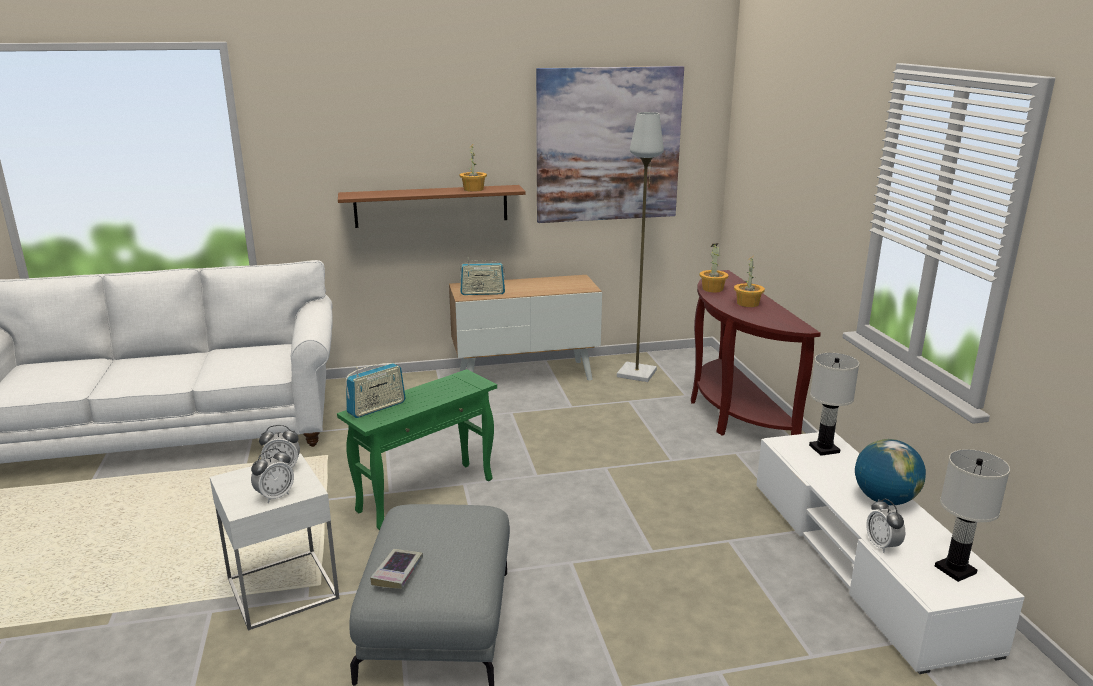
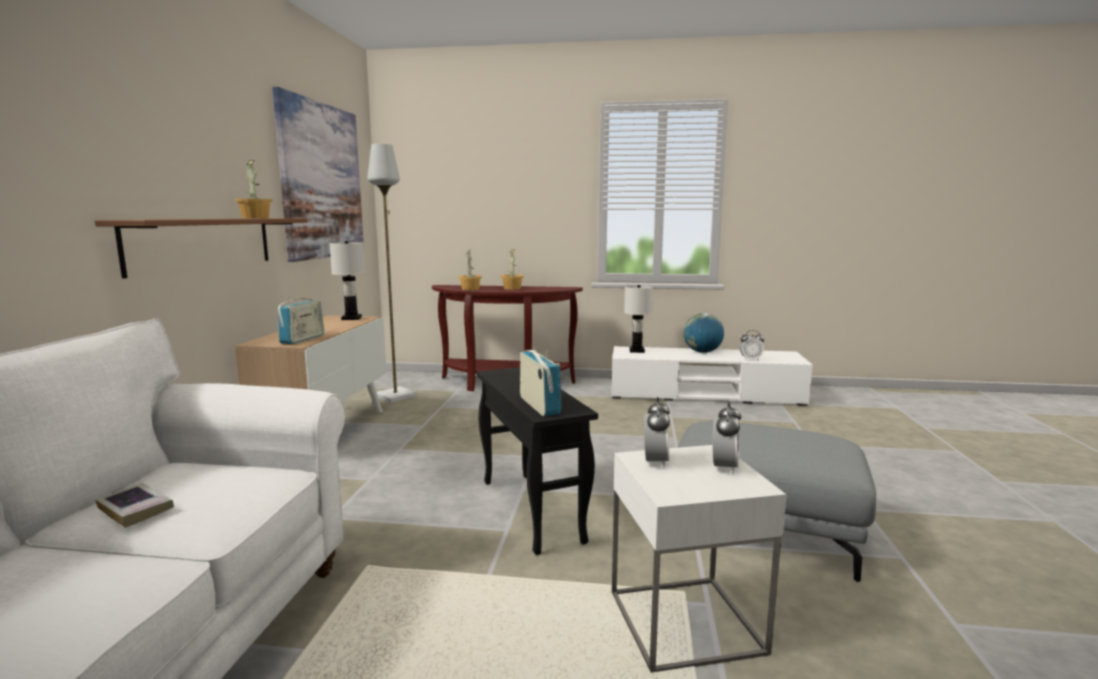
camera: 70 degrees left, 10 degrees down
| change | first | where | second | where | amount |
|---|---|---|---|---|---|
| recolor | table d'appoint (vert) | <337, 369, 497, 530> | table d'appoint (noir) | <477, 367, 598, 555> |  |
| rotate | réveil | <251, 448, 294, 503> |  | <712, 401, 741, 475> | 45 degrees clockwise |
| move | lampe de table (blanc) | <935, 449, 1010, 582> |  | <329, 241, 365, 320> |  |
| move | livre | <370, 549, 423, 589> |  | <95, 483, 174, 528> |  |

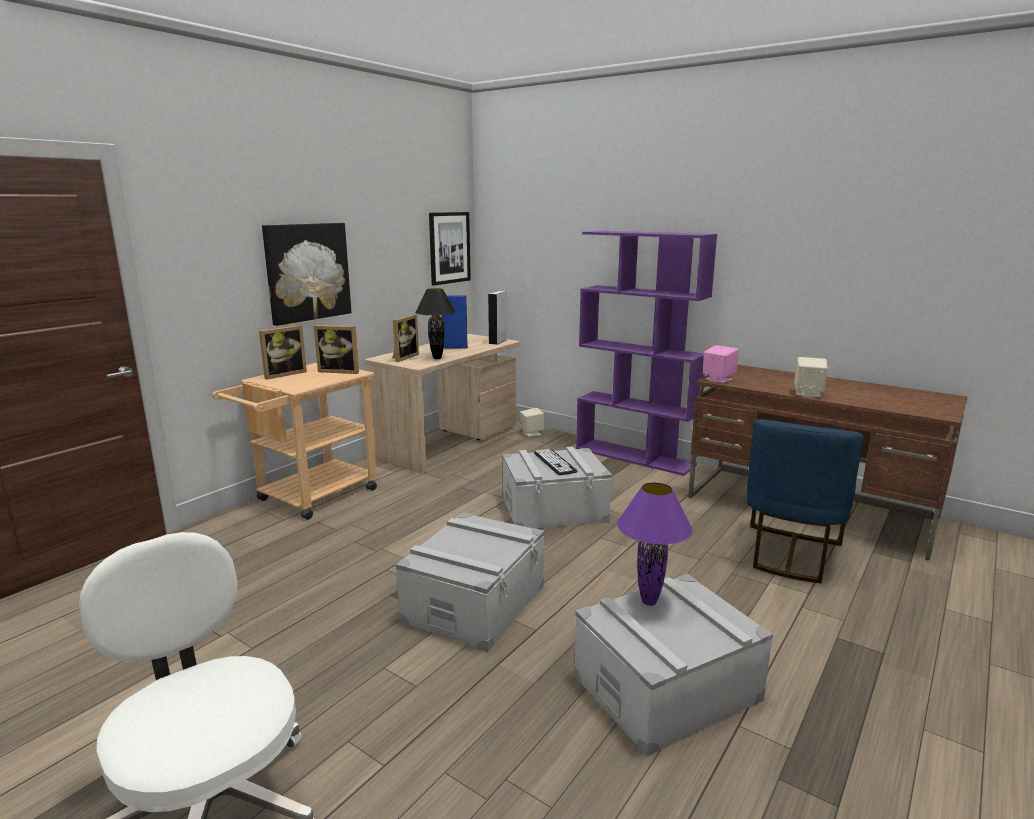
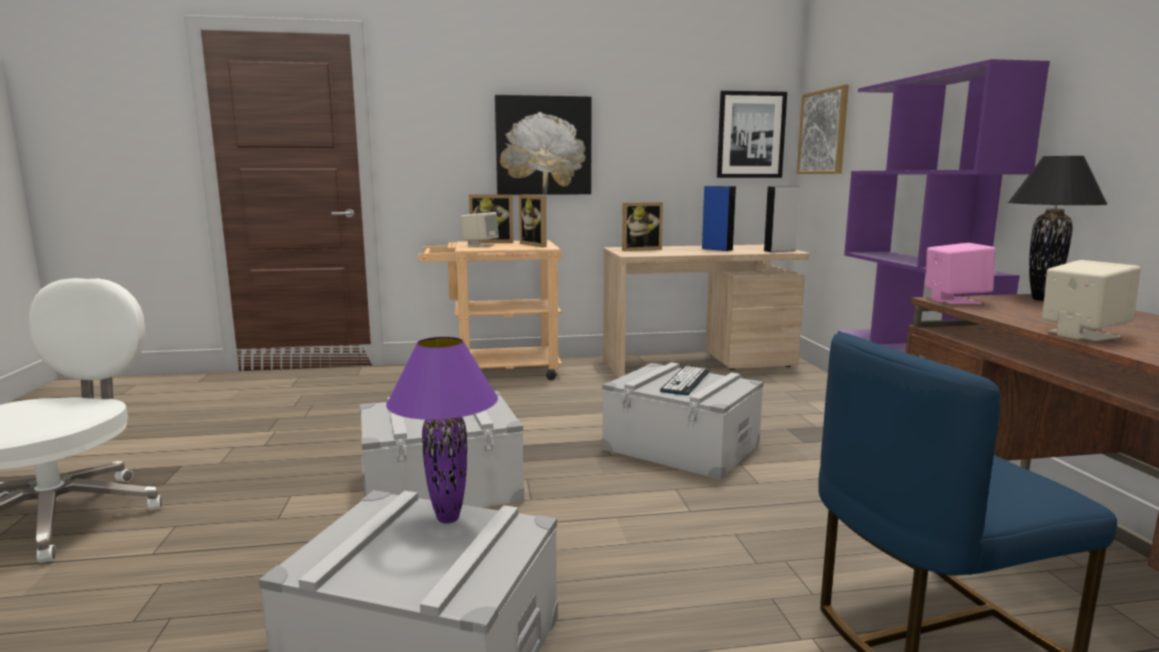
camera: 45 degrees right, 5 degrees down
| change | first | where | second | where | amount |
|---|---|---|---|---|---|
| move | lampe de table (noir) | <415, 288, 456, 359> |  | <1008, 156, 1107, 301> |  |
| move | enceinte (beige) | <520, 408, 545, 437> |  | <461, 212, 499, 247> |  |
| insert |  |  | tableau | <797, 85, 849, 174> |  |

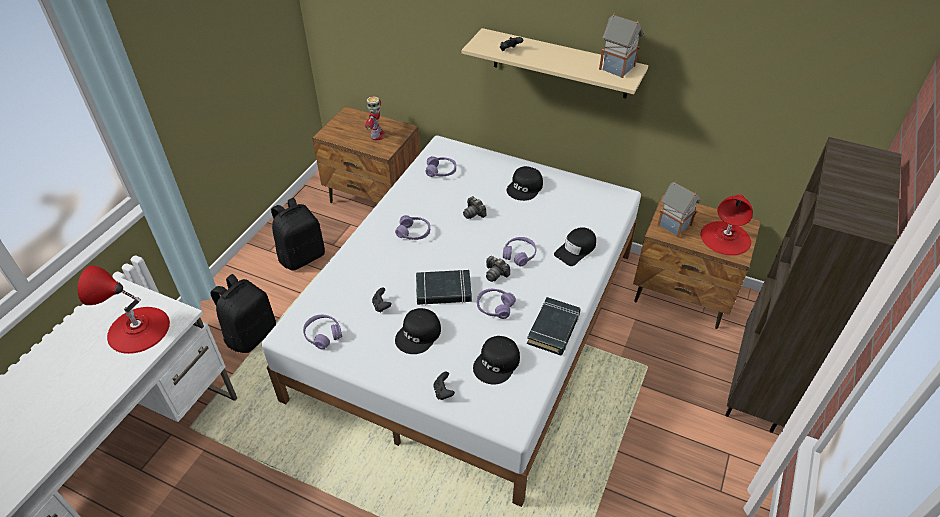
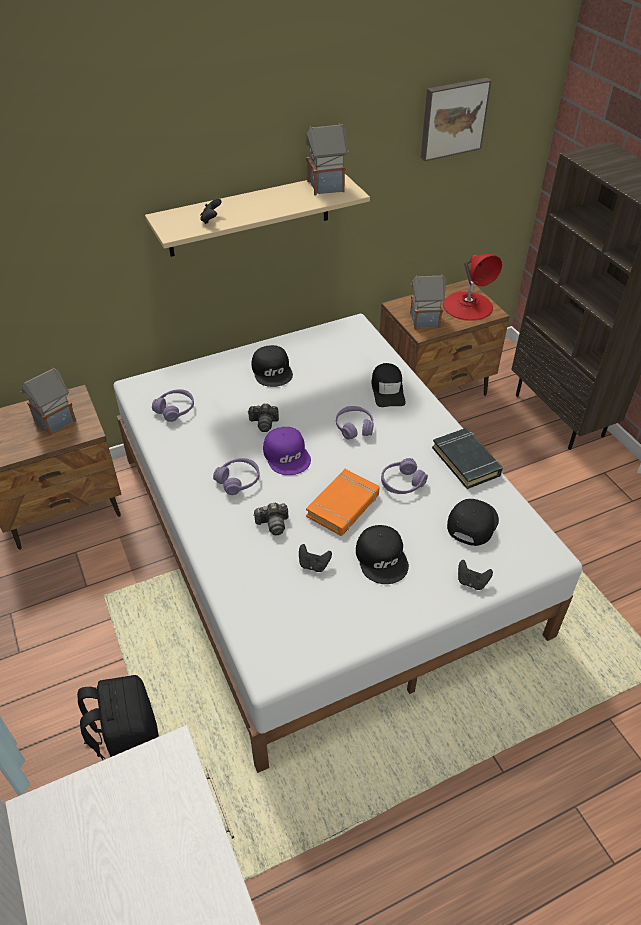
camera: 50 degrees left, 0 degrees up
| change | first | where | second | where | amount |
|---|---|---|---|---|---|
| replace | robot jouet | <365, 96, 385, 140> | maison miniature | <20, 367, 76, 435> |  |
| delete | sac à dos (noir) | <271, 198, 325, 271> |  |  |  |
| move | appareil photo | <486, 256, 510, 282> |  | <254, 503, 288, 535> |  |
| delete | lampe de table (rouge) | <77, 265, 170, 354> |  |  |  |
| recolor | livre (noir) | <416, 270, 472, 305> | livre (orange) | <306, 469, 380, 536> |  |
| delete | casque audio (violet) | <303, 315, 342, 349> |  |  |  |
| rotate | casquette (noir) | <473, 336, 520, 385> |  | <447, 499, 499, 546> | 135 degrees counterclockwise |
| insert |  |  | tableau | <421, 78, 492, 161> |  |
| insert |  |  | casquette (violet) | <263, 427, 311, 475> |  |

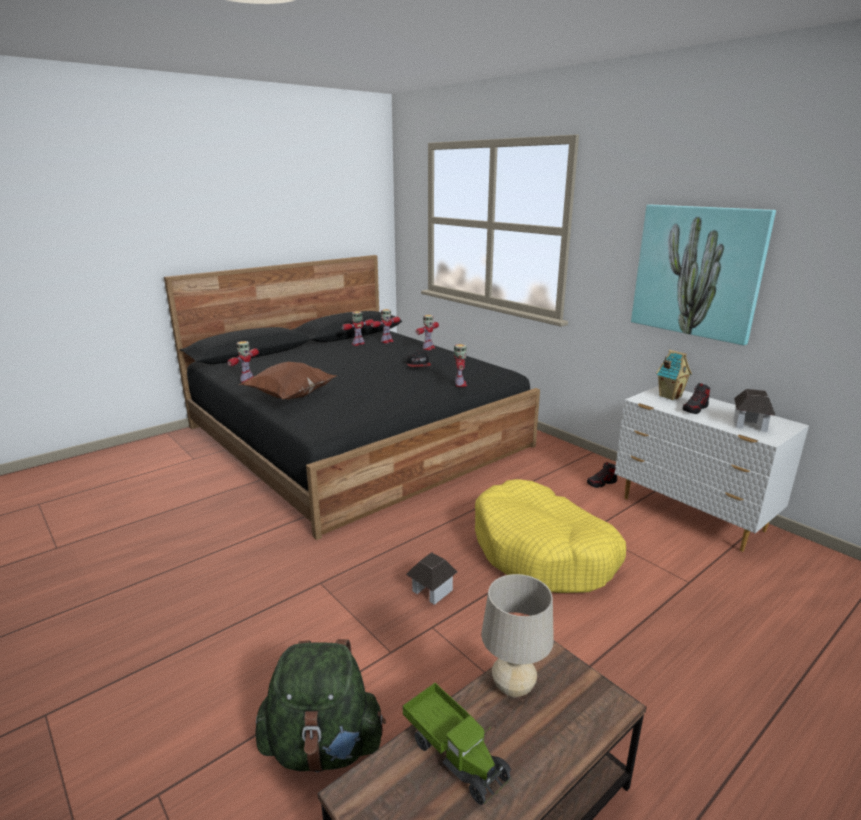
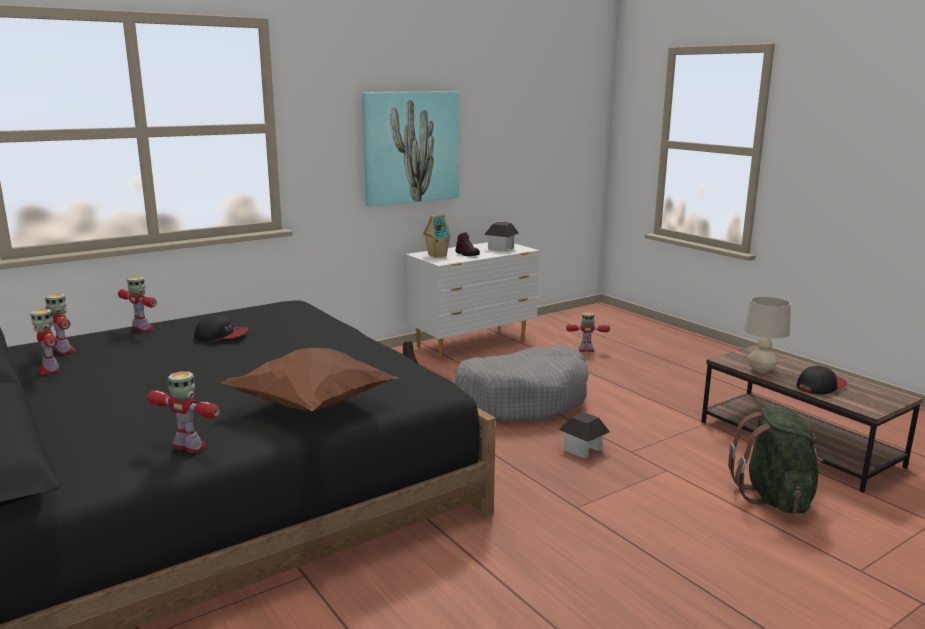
camera: 85 degrees left, 5 degrees down
| change | first | where | second | where | amount |
|---|---|---|---|---|---|
| move | robot jouet | <454, 344, 467, 387> |  | <566, 312, 610, 352> |  |
| recolor | panier pour chien (jaune) | <475, 479, 626, 593> | panier pour chien (gris) | <455, 345, 588, 421> |  |
| replace | camion jouet | <402, 683, 511, 805> | casquette | <796, 366, 847, 395> |  |

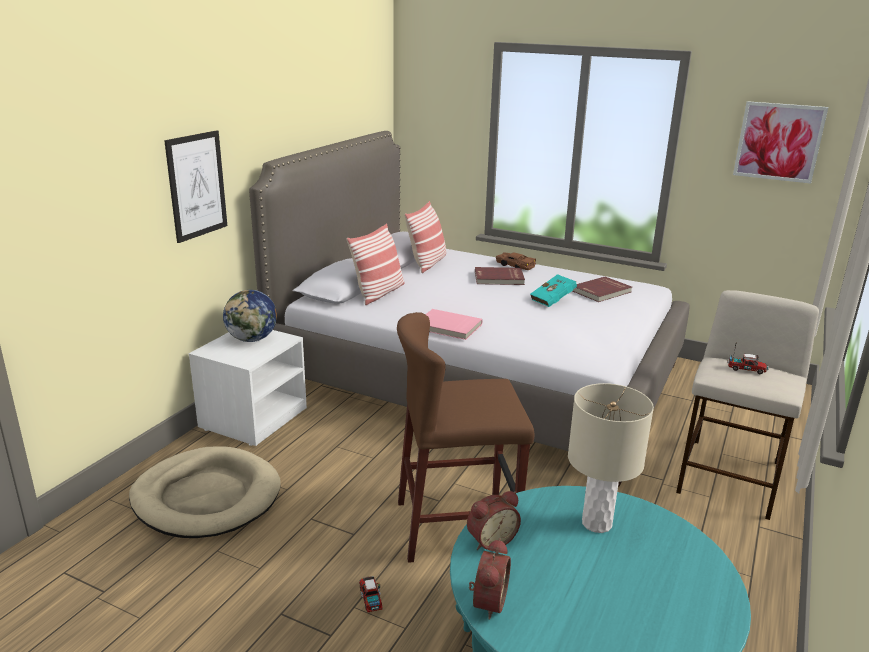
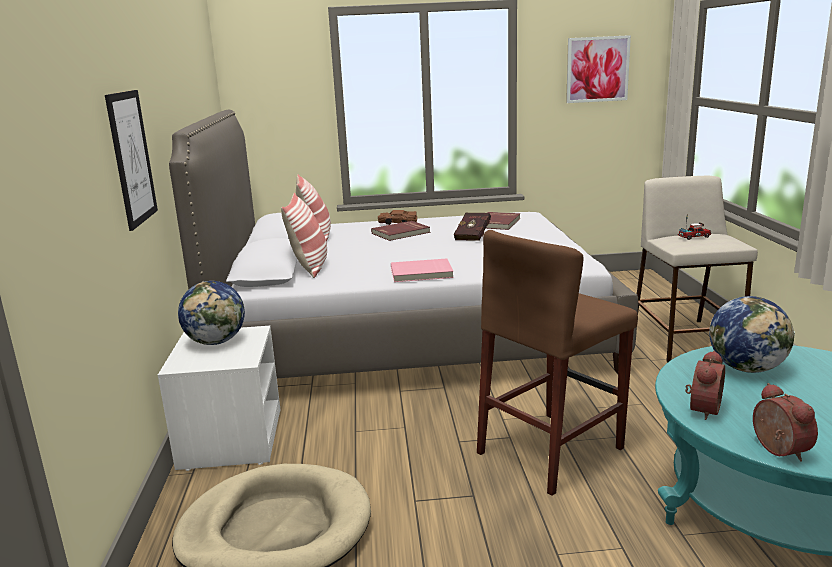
camera: 30 degrees left, 5 degrees down
| change | first | where | second | where | amount |
|---|---|---|---|---|---|
| recolor | livre (turquoise) | <530, 274, 577, 307> | livre (rouge) | <454, 213, 491, 241> |  |
| replace | lampe de table (beige) | <568, 383, 654, 533> | globe | <709, 296, 795, 373> |  |
| delete | camion jouet | <359, 576, 383, 612> |  |  |  |

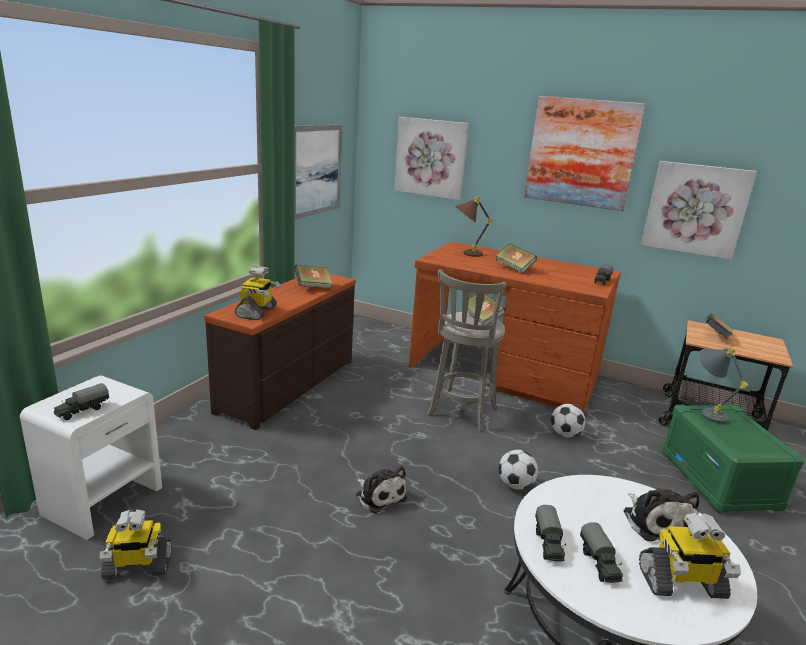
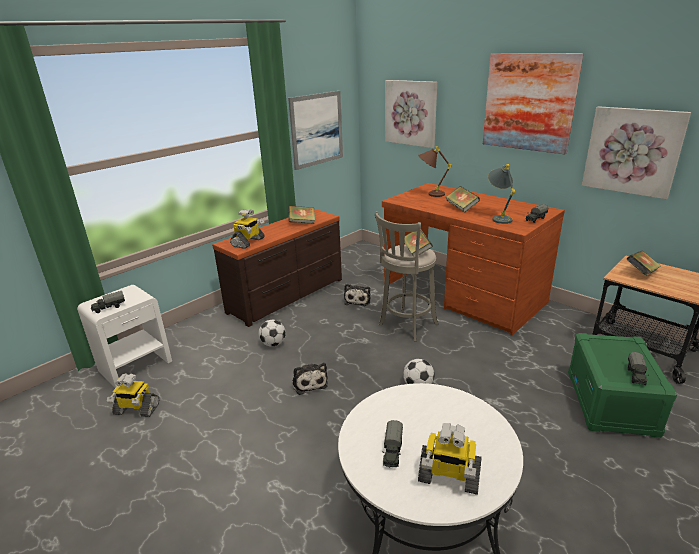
camera: 20 degrees right, 5 degrees up
| change | first | where | second | where | amount |
|---|---|---|---|---|---|
| move | lampe de table (gris) | <699, 348, 748, 423> |  | <488, 164, 515, 224> |  |
| move | ballon de foot | <551, 404, 586, 438> |  | <259, 320, 286, 347> |  |
| move | peluche | <624, 488, 699, 541> |  | <344, 284, 370, 306> |  |
| move | camion jouet | <535, 505, 566, 562> |  | <628, 352, 648, 385> |  |

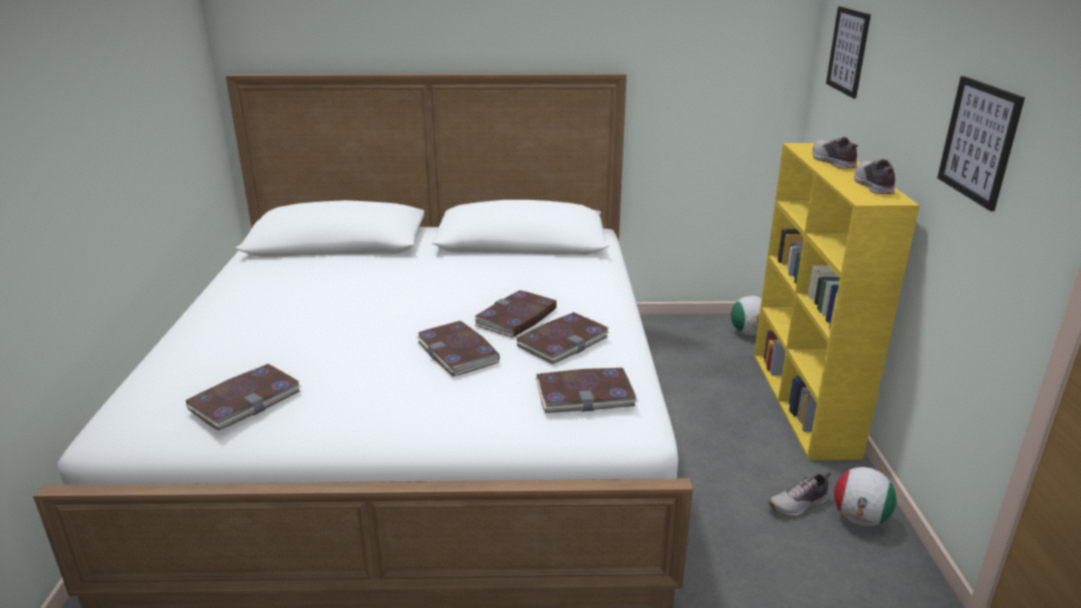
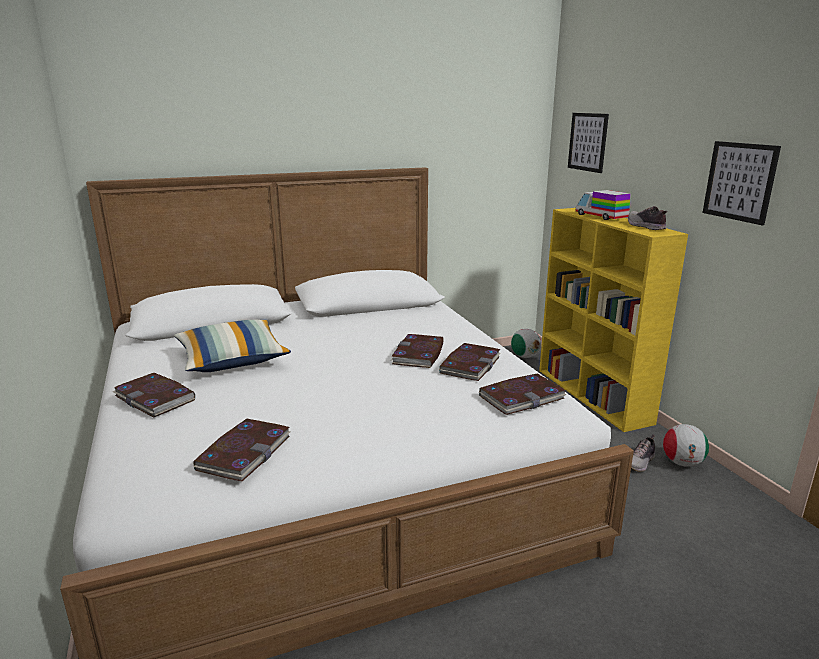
camera: 20 degrees left, 5 degrees down
| change | first | where | second | where | amount |
|---|---|---|---|---|---|
| replace | chaussure | <812, 137, 858, 169> | camion jouet | <576, 190, 631, 220> |  |
| move | livre | <416, 321, 500, 376> |  | <113, 373, 196, 417> |  |
| insert |  |  | coussin | <174, 320, 291, 372> |  |

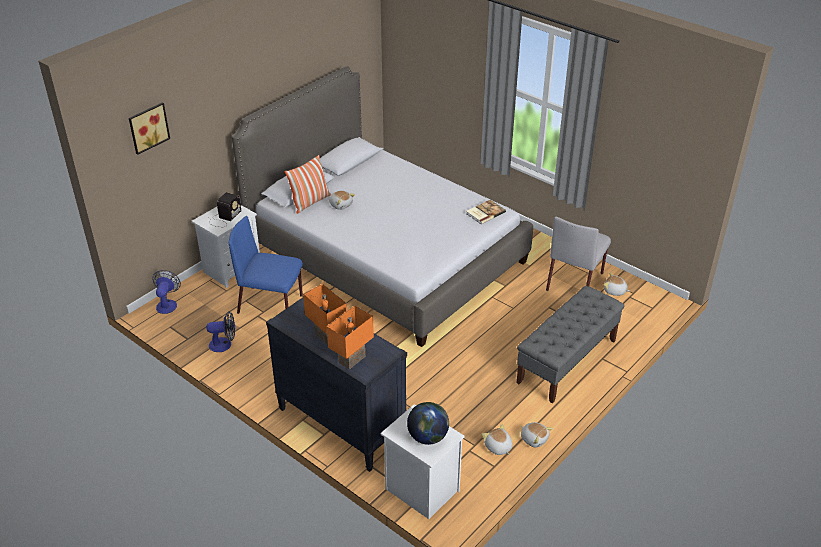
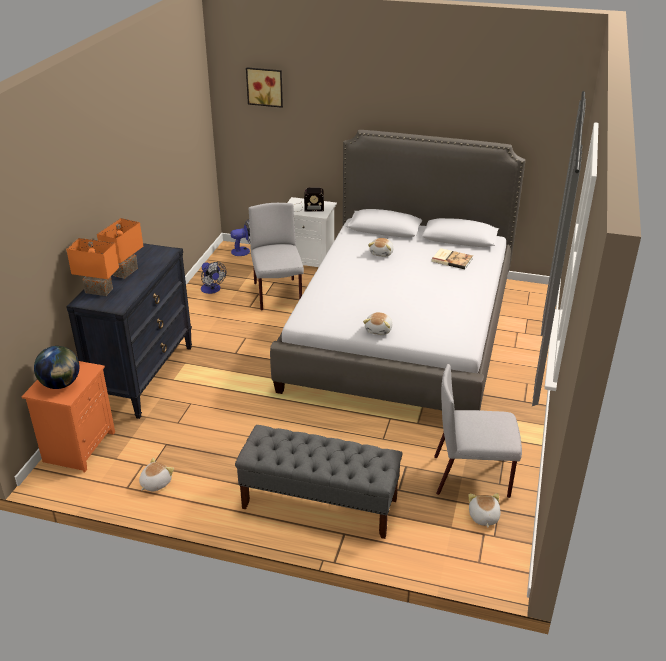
camera: 65 degrees right, 5 degrees down
| change | first | where | second | where | amount |
|---|---|---|---|---|---|
| delete | coussin | <285, 155, 331, 214> |  |  |  |
| move | livre | <466, 200, 506, 224> |  | <431, 248, 473, 269> |  |
| recolor | chaise (bleu) | <229, 216, 303, 314> | chaise (gris) | <249, 203, 304, 311> |  |
| recolor | table de chevet (blanc) | <381, 404, 465, 519> | table de chevet (orange) | <21, 361, 115, 472> |  |
| move | peluche | <521, 422, 553, 448> |  | <363, 312, 392, 335> |  |

